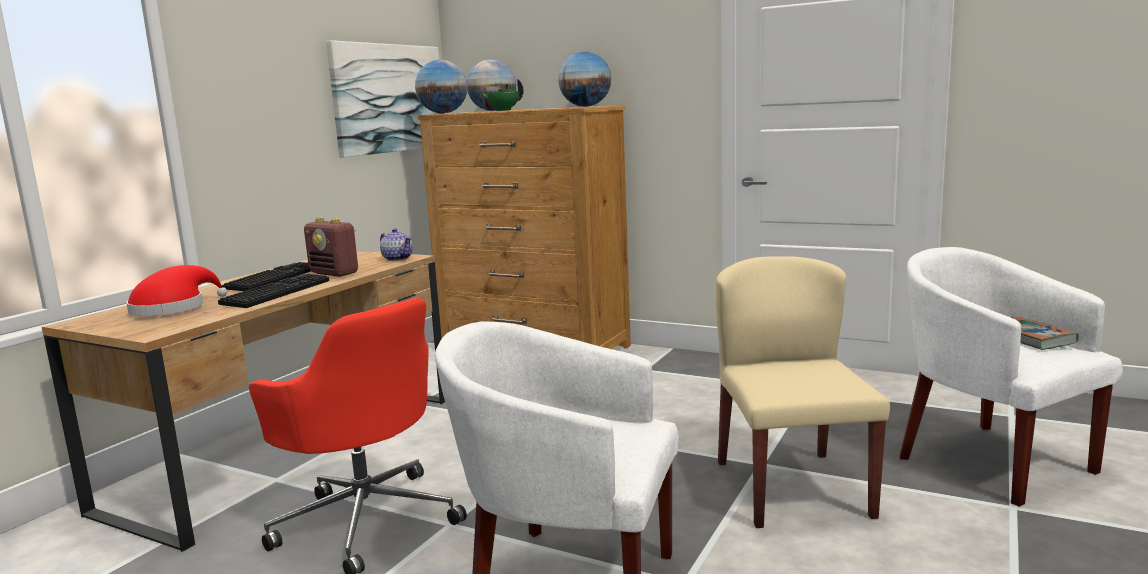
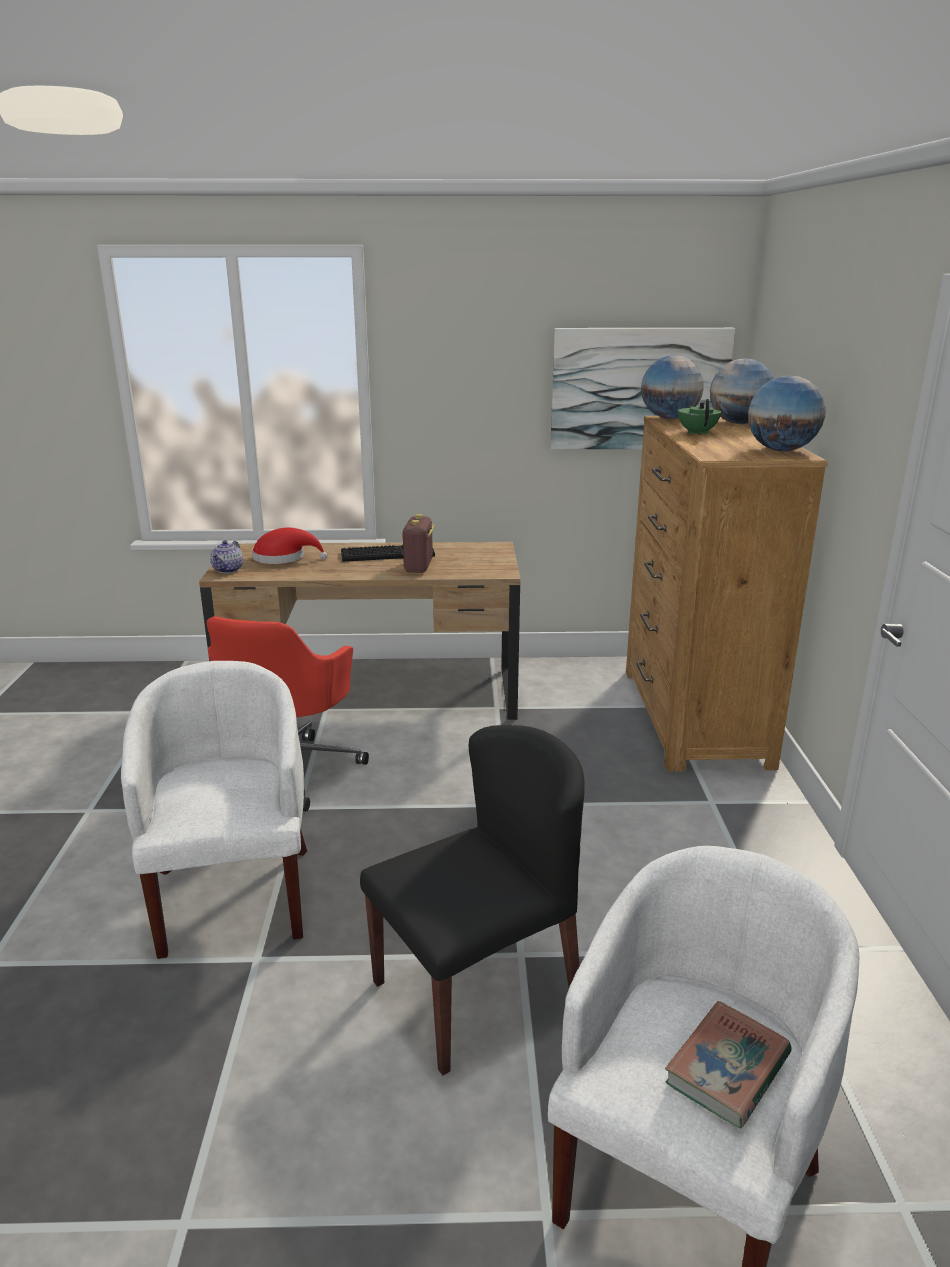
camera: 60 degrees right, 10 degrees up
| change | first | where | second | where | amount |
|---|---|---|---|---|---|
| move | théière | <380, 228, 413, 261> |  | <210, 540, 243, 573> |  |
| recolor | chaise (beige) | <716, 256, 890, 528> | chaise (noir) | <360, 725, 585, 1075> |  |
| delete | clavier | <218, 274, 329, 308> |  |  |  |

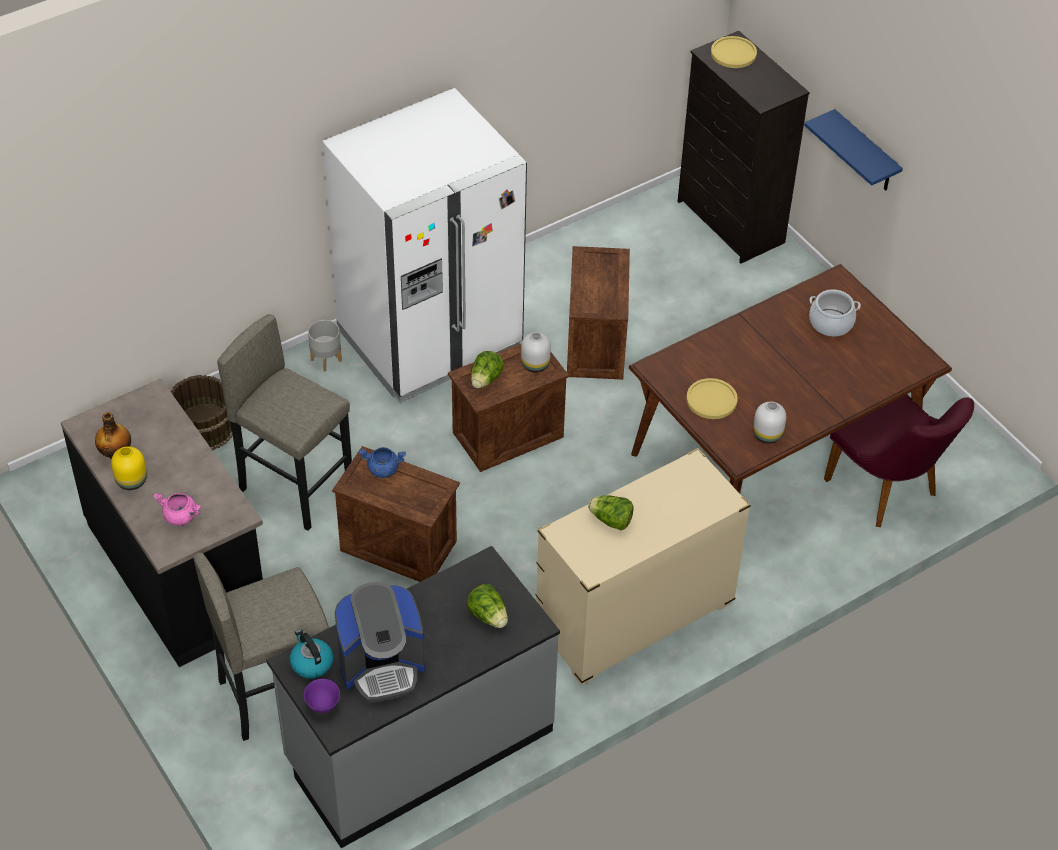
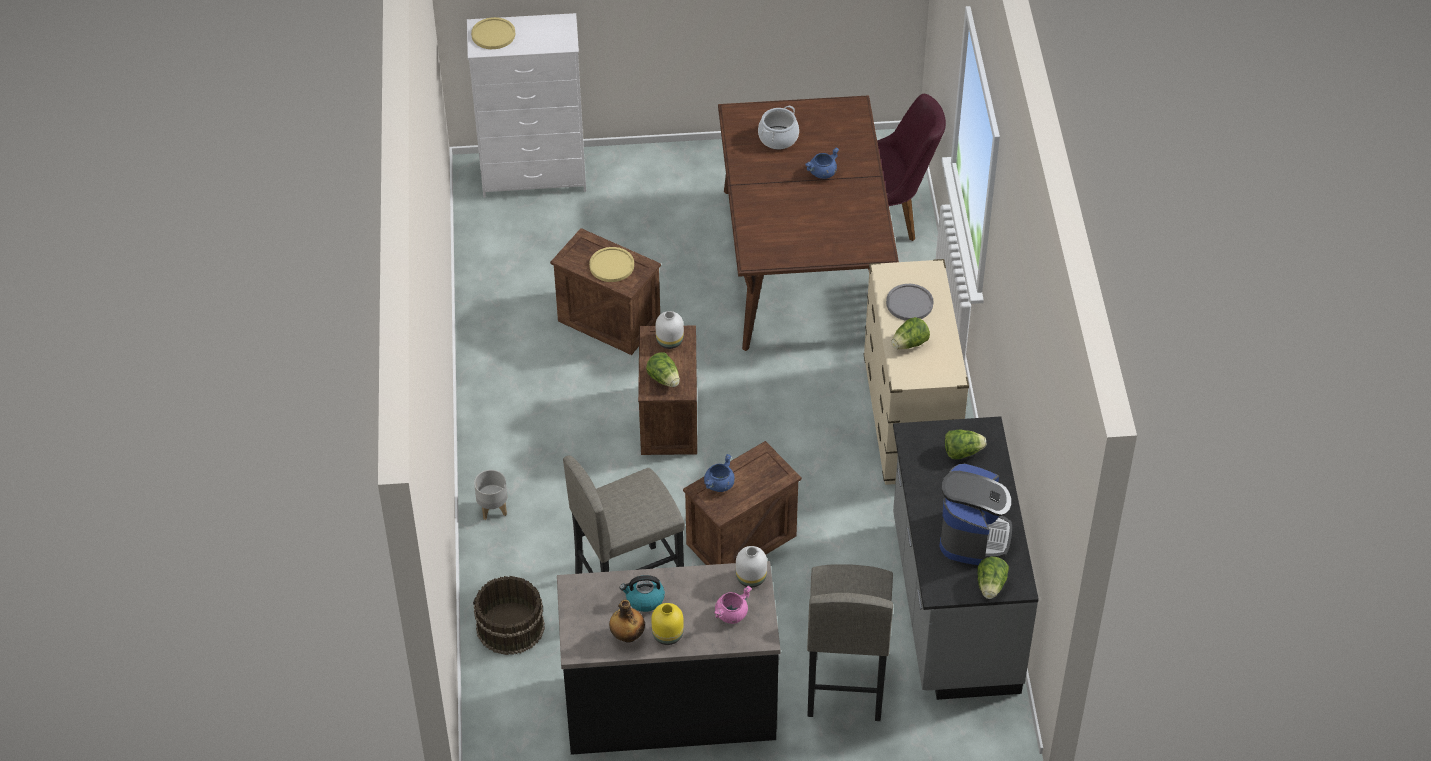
camera: 60 degrees left, 0 degrees up
| change | first | where | second | where | amount |
|---|---|---|---|---|---|
| recolor | commode (noir) | <677, 31, 810, 264> | commode (blanc) | <467, 13, 586, 198> |  |
| delete | réfrigérateur (blanc) | <322, 88, 527, 403> |  |  |  |
| delete | étagère (bleu) | <804, 109, 903, 190> |  |  |  |
| move | assiette (jaune) | <686, 378, 738, 419> |  | <589, 247, 634, 282> |  |
| move | vase (blanc) | <753, 402, 786, 444> |  | <736, 546, 767, 588> |  |
| move | bouilloire | <290, 629, 333, 679> |  | <620, 575, 665, 612> |  |
| replace | bol (violet) | <304, 679, 340, 713> | laitue | <977, 557, 1009, 599> |  |
| insert |  |  | marmite (bleu) | <805, 147, 839, 179> |  |
| insert |  |  | assiette (gris) | <886, 284, 934, 321> |  |

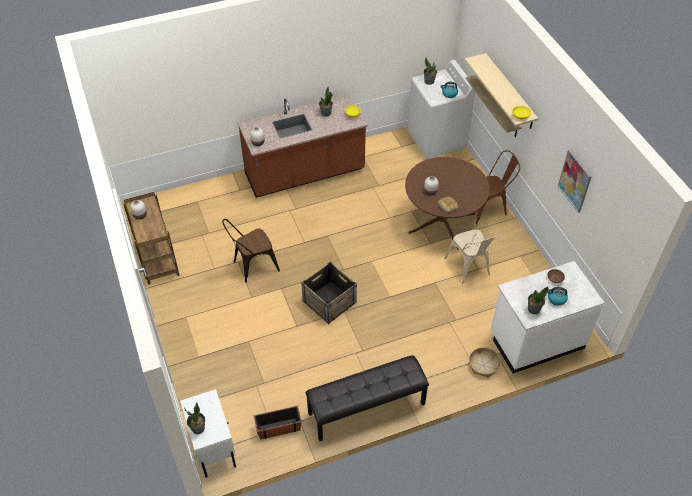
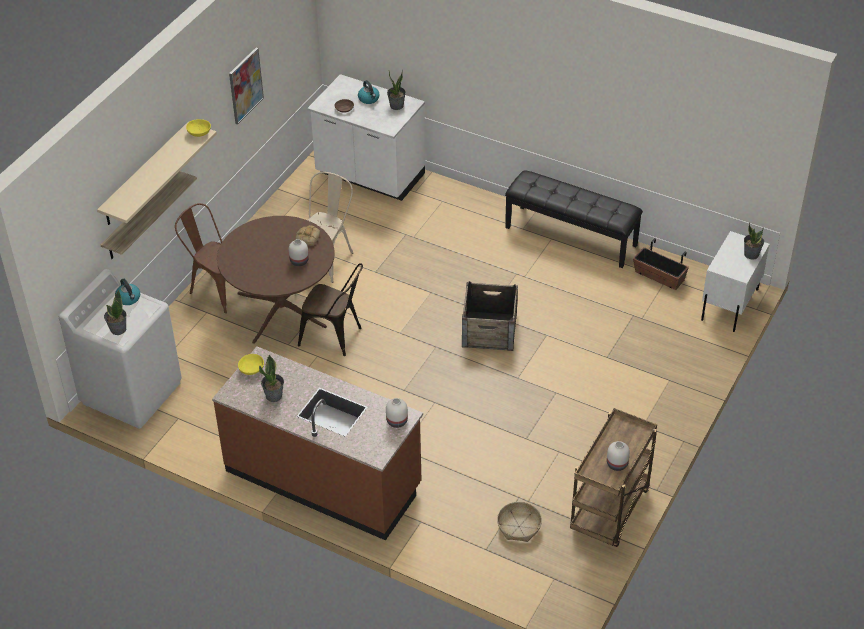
camera: 130 degrees left, 5 degrees down
| change | first | where | second | where | amount |
|---|---|---|---|---|---|
| move | chaise (marron) | <222, 219, 280, 283> |  | <298, 263, 363, 356> |  |
| move | panier | <469, 347, 501, 378> |  | <497, 502, 542, 542> |  |

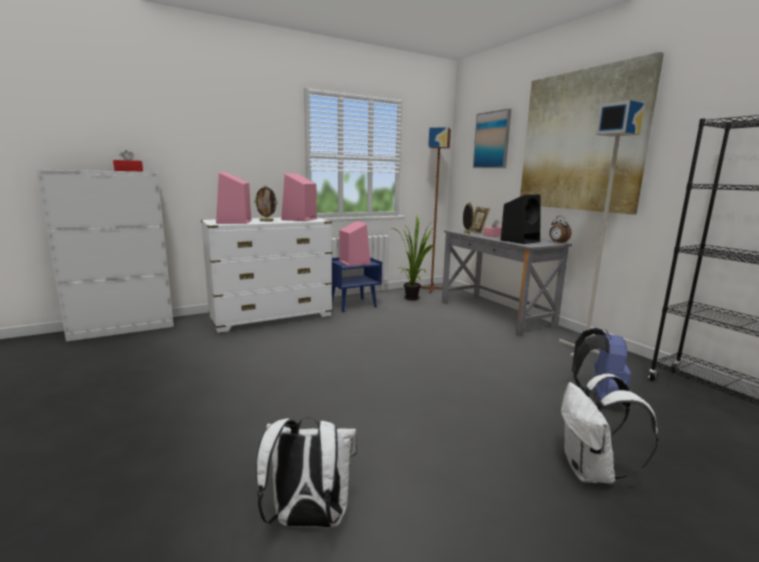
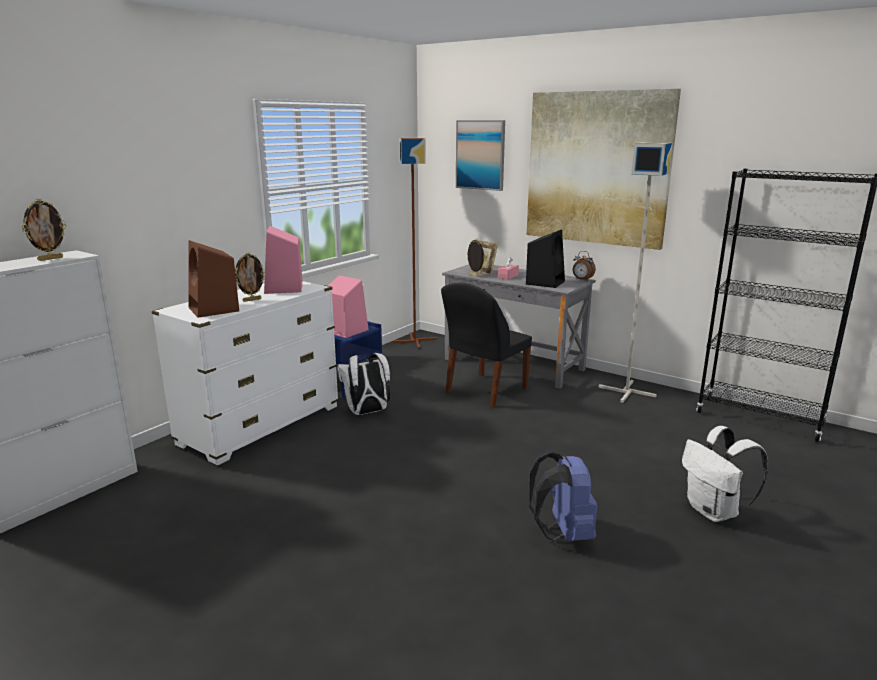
camera: 25 degrees left, 5 degrees up
| change | first | where | second | where | amount |
|---|---|---|---|---|---|
| replace | boîte à mouchoirs (rouge) | <113, 150, 143, 171> | cadre photo | <22, 198, 67, 261> |  |
| recolor | enceinte (rose) | <216, 172, 251, 224> | enceinte (marron) | <189, 240, 239, 318> |  |
| delete | plante en pot | <392, 216, 435, 300> |  |  |  |
| move | sac à dos (bleu) | <572, 328, 631, 405> |  | <529, 452, 597, 541> |  |
| move | sac à dos (blanc) | <256, 417, 357, 527> |  | <337, 353, 390, 415> |  |
| insert |  |  | chaise (noir) | <441, 283, 532, 407> |  |

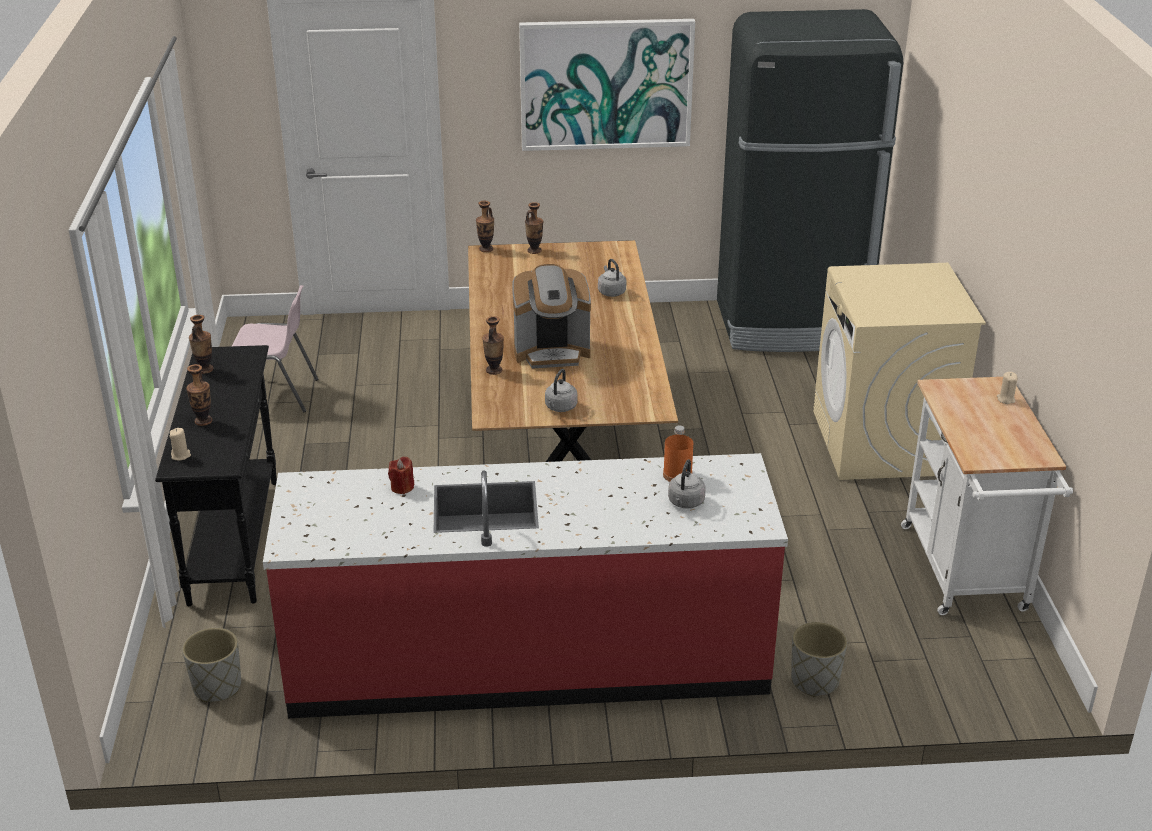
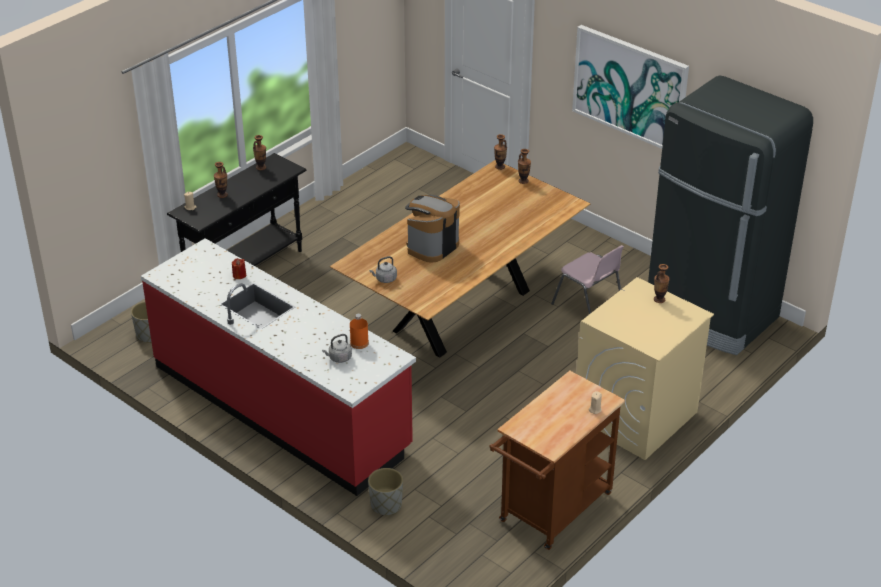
camera: 45 degrees right, 5 degrees up
| change | first | where | second | where | amount |
|---|---|---|---|---|---|
| delete | bouilloire (gris) | <598, 259, 626, 297> |  |  |  |
| rotate | machine à café | <512, 264, 591, 369> |  | <405, 195, 460, 263> | 90 degrees clockwise |
| move | chaise (rose) | <232, 285, 318, 412> |  | <551, 245, 624, 314> |  |
| move | vase | <482, 316, 504, 375> |  | <654, 264, 670, 303> |  |
| recolor | chariot (blanc) | <901, 377, 1073, 615> | chariot (marron) | <489, 371, 625, 550> |  |

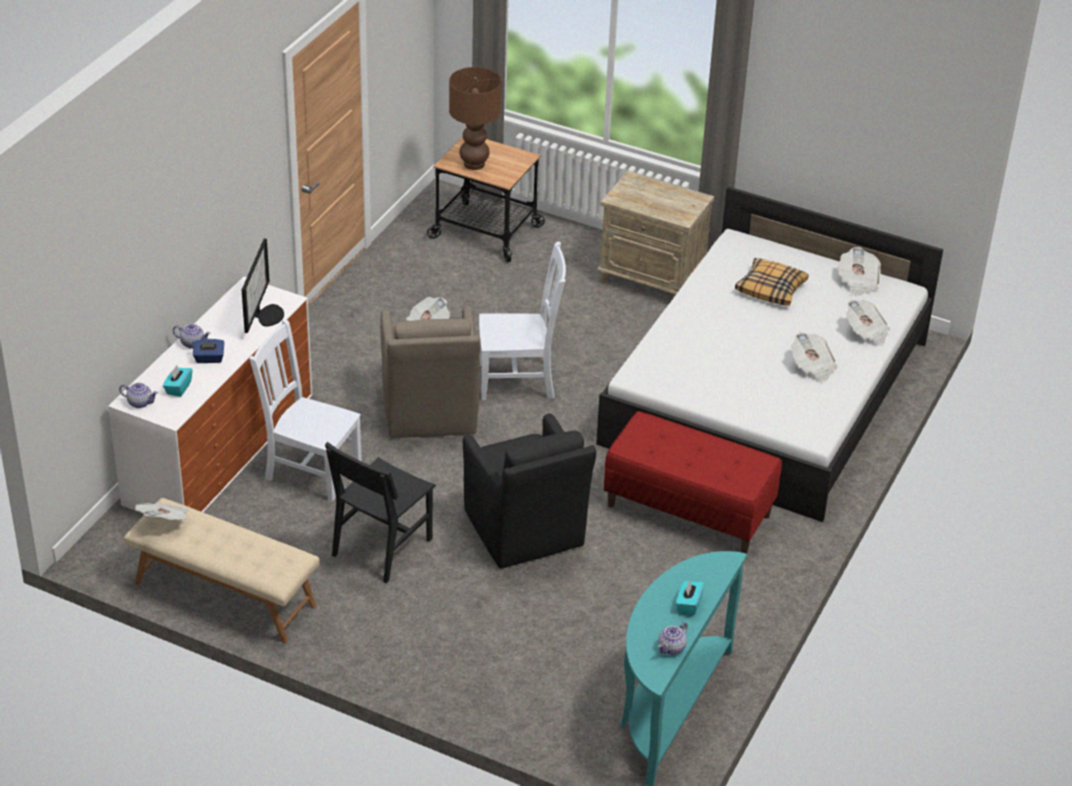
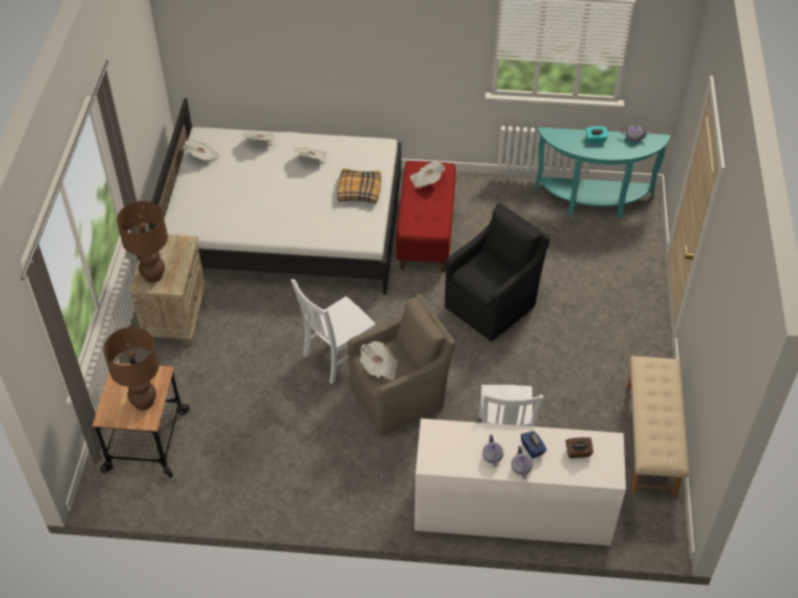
camera: 110 degrees left, 10 degrees up
| change | first | where | second | where | amount |
|---|---|---|---|---|---|
| delete | écran d'ordinateur | <242, 239, 284, 333> |  |  |  |
| rotate | chaise (blanc) | <479, 241, 566, 400> |  | <291, 279, 376, 384> | 105 degrees counterclockwise |
| move | coussin | <735, 258, 808, 306> |  | <337, 168, 381, 204> |  |
| recolor | boîte à mouchoirs (turquoise) | <163, 365, 192, 397> | boîte à mouchoirs (marron) | <565, 437, 593, 458> |  |
| move | théière | <119, 383, 158, 408> |  | <483, 434, 504, 467> |  |
| delete | chaise (noir) | <325, 442, 435, 583> |  |  |  |
| move | journal | <135, 502, 188, 520> |  | <410, 161, 445, 188> |  |
| insert |  |  | lampe de table (marron) | <117, 201, 168, 283> |  |

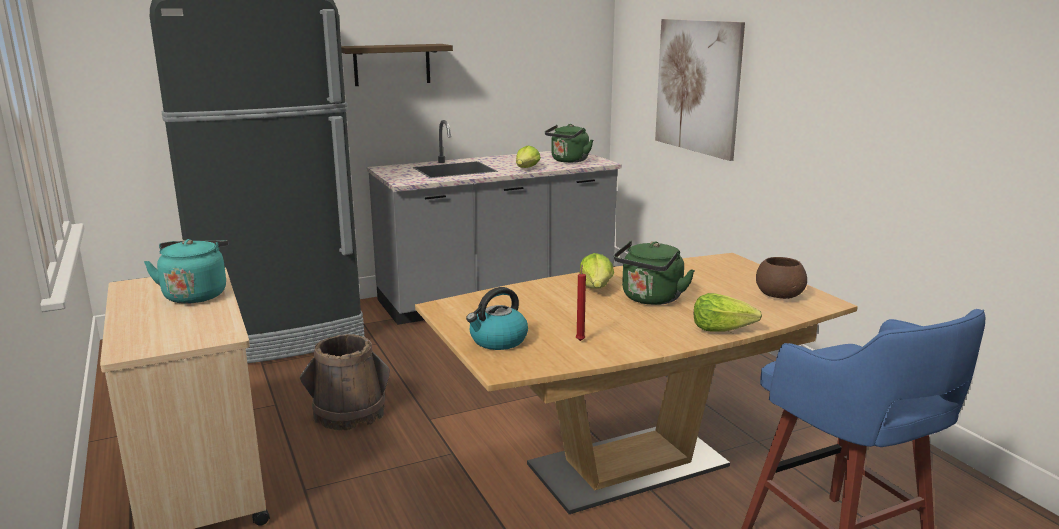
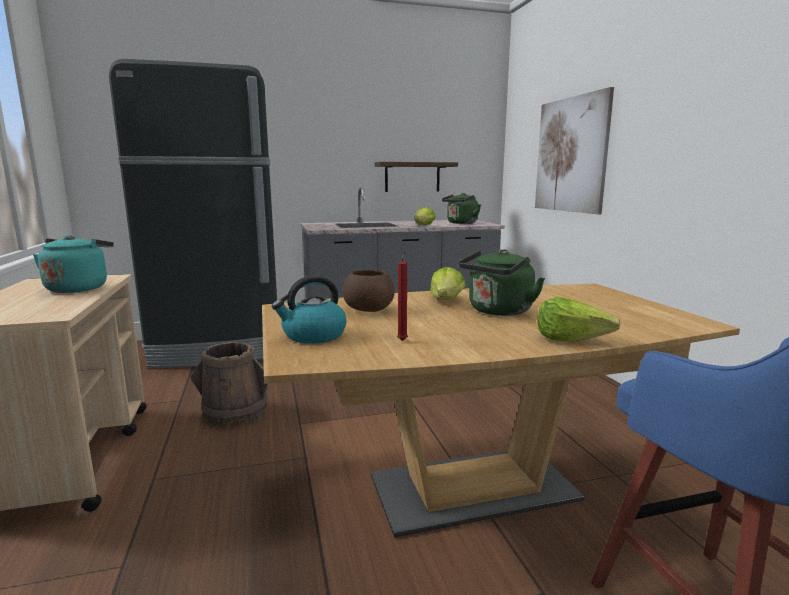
camera: 10 degrees right, 5 degrees down
| change | first | where | second | where | amount |
|---|---|---|---|---|---|
| move | étagère | <341, 44, 453, 86> |  | <375, 162, 458, 192> |  |
| move | bol (marron) | <756, 257, 807, 299> |  | <343, 270, 394, 312> |  |

